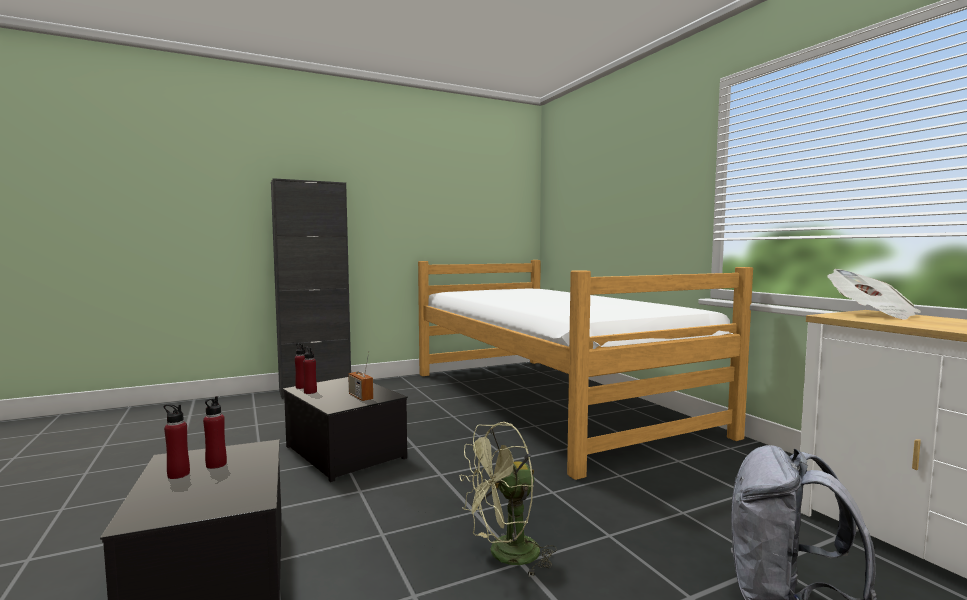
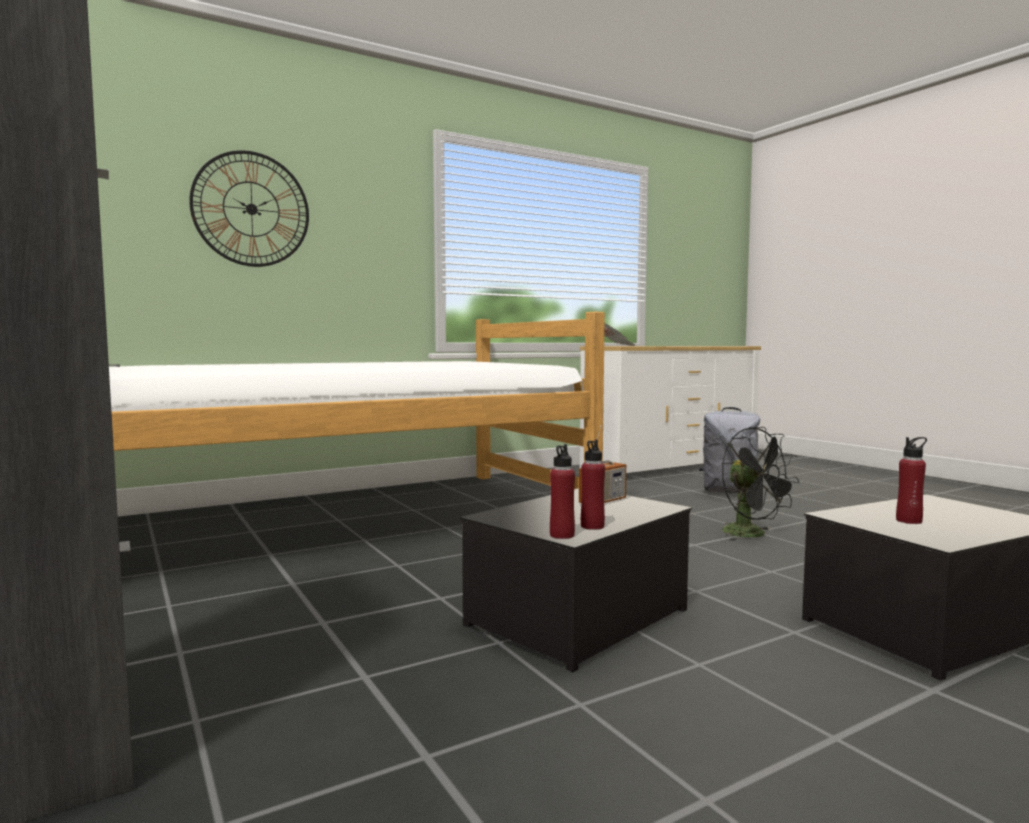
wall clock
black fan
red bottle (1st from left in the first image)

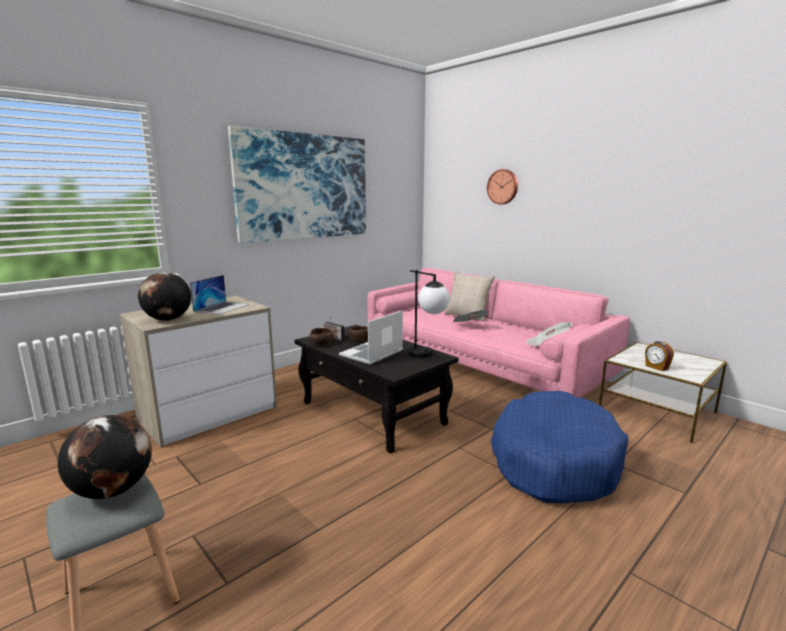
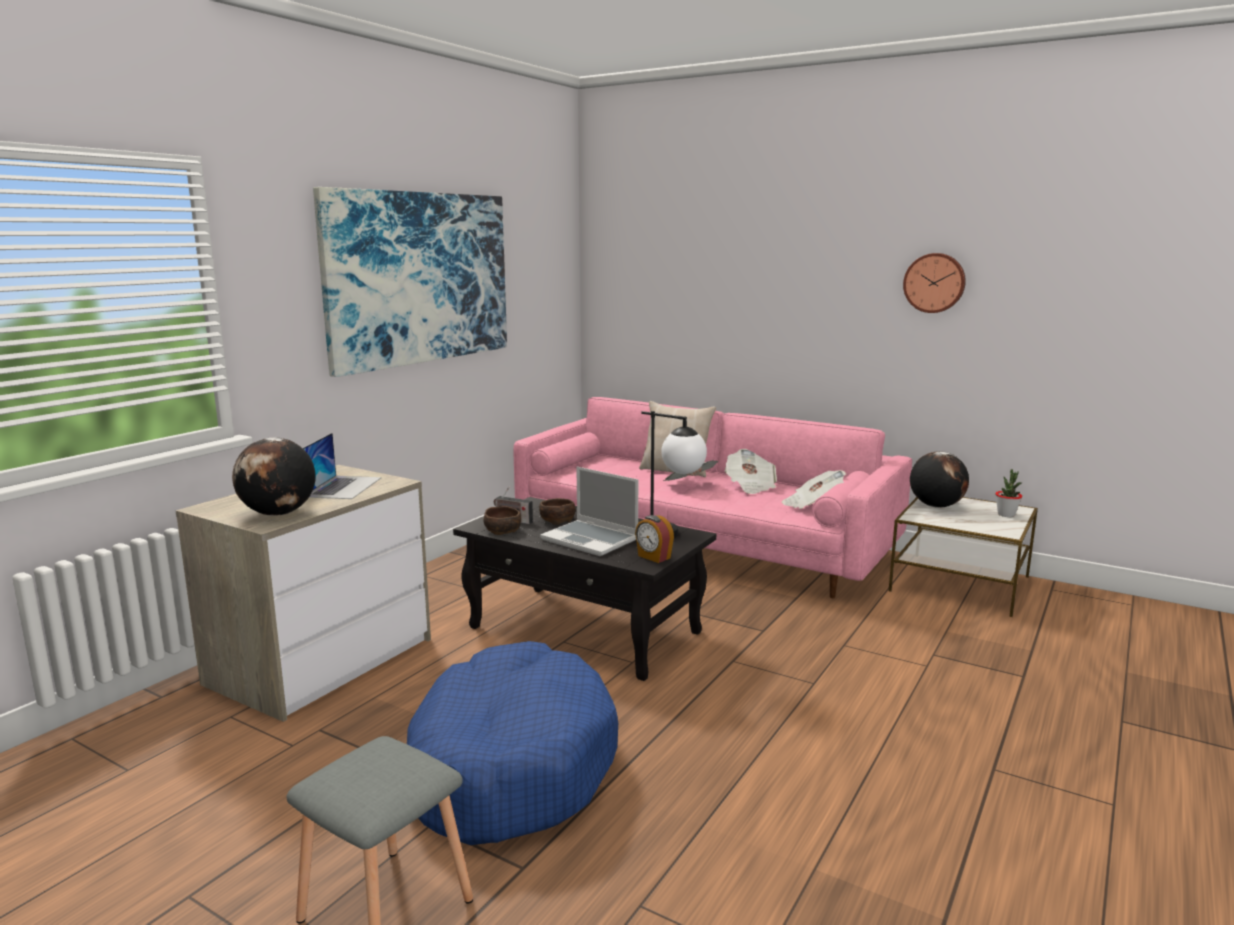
blue dog bed
laptop (2nd from left)
alarm clock
newspaper (2nd from left)
wall clock
globe (2nd from left)
potted plant

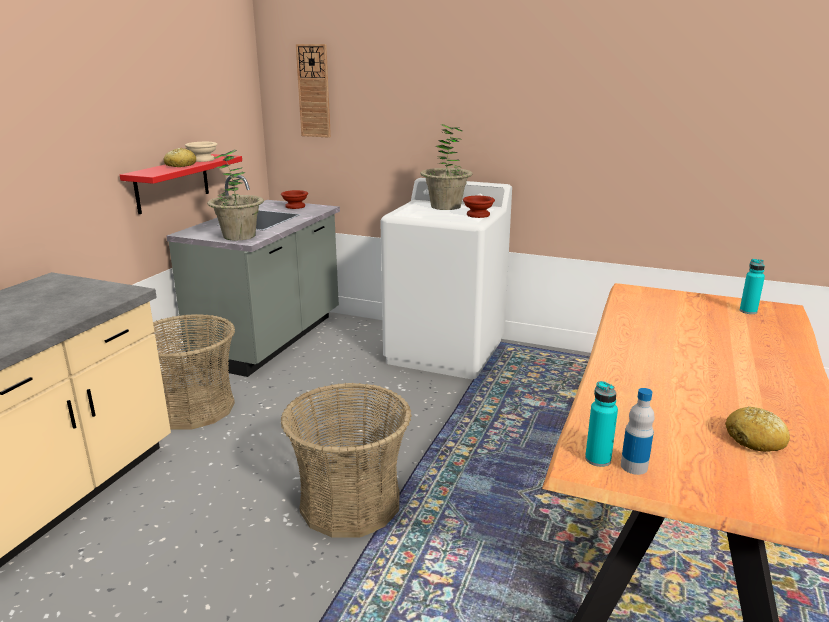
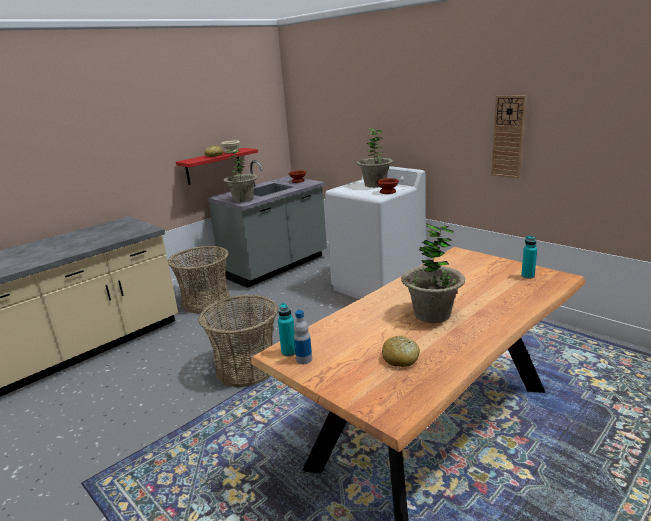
potted plant (3rd from left)
wall clock

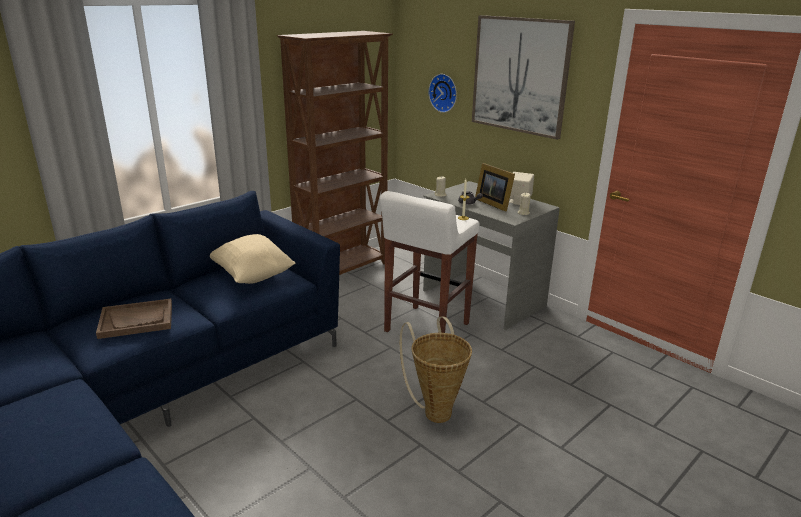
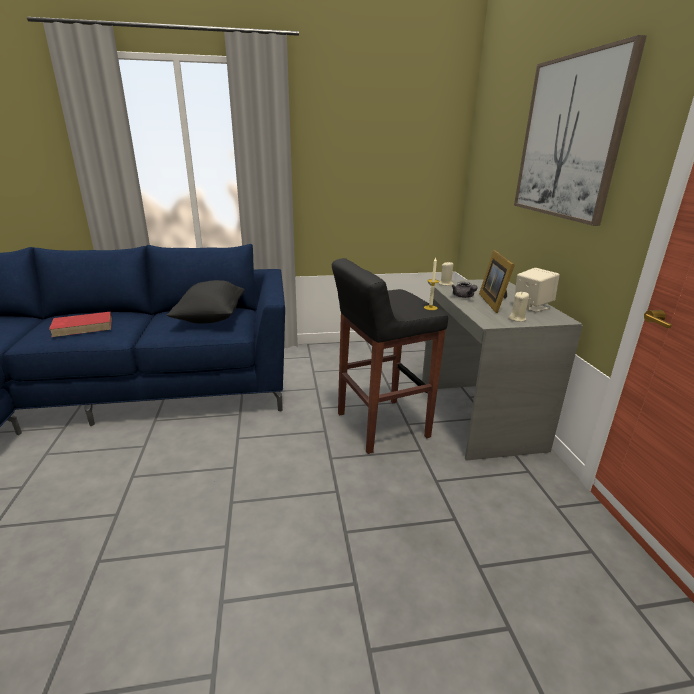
red book
black pillow
black stool
brown bookcase
basket
wall clock

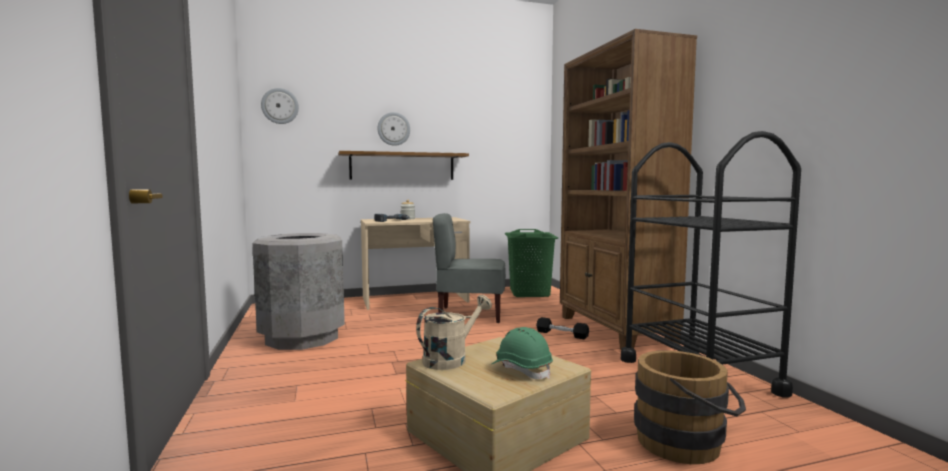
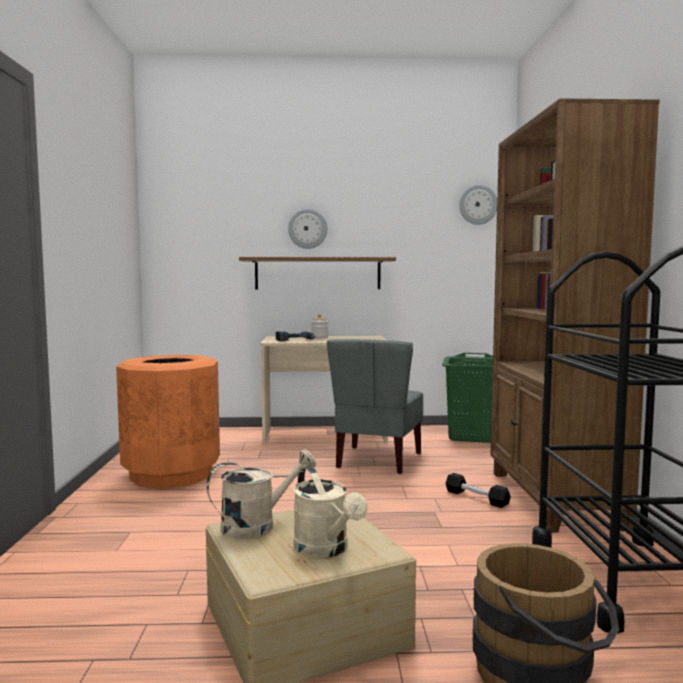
orange trash can
beige watering can (2nd from left)
grey chair
wall clock (2nd from left)

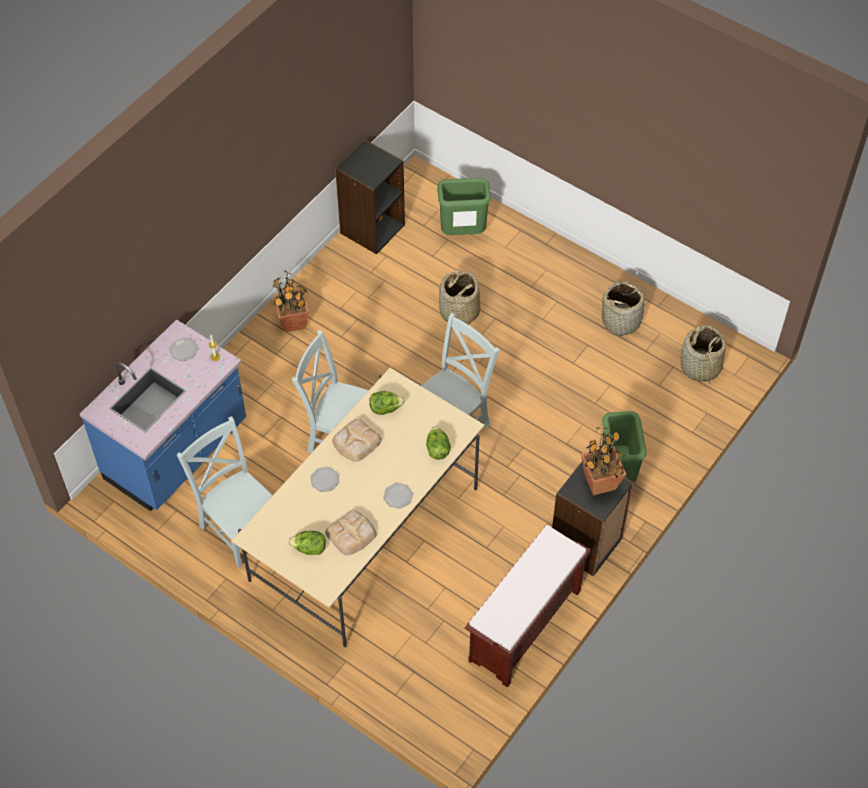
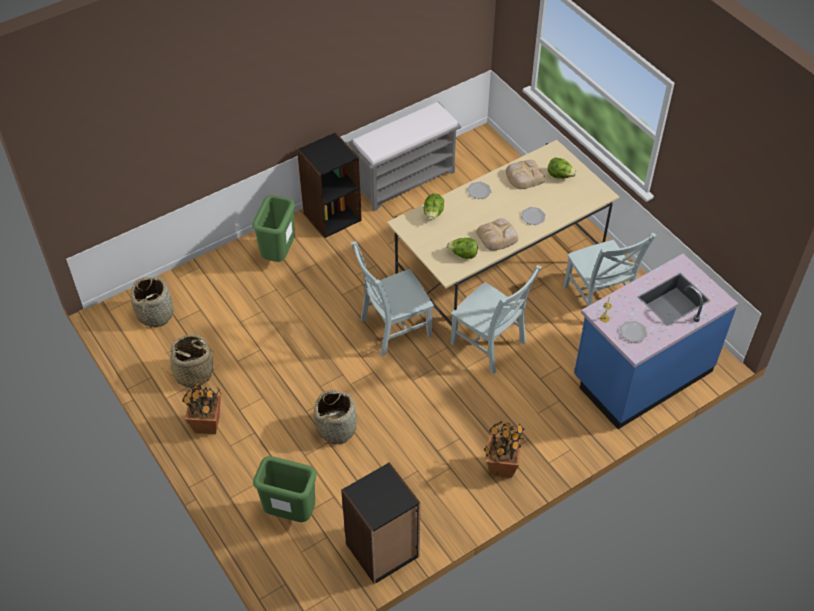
potted plant (1st from left)
grey bench

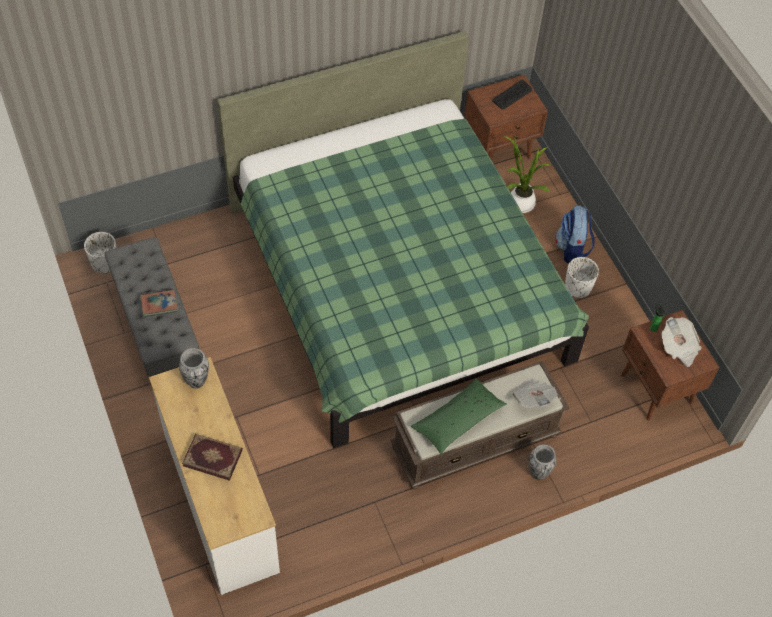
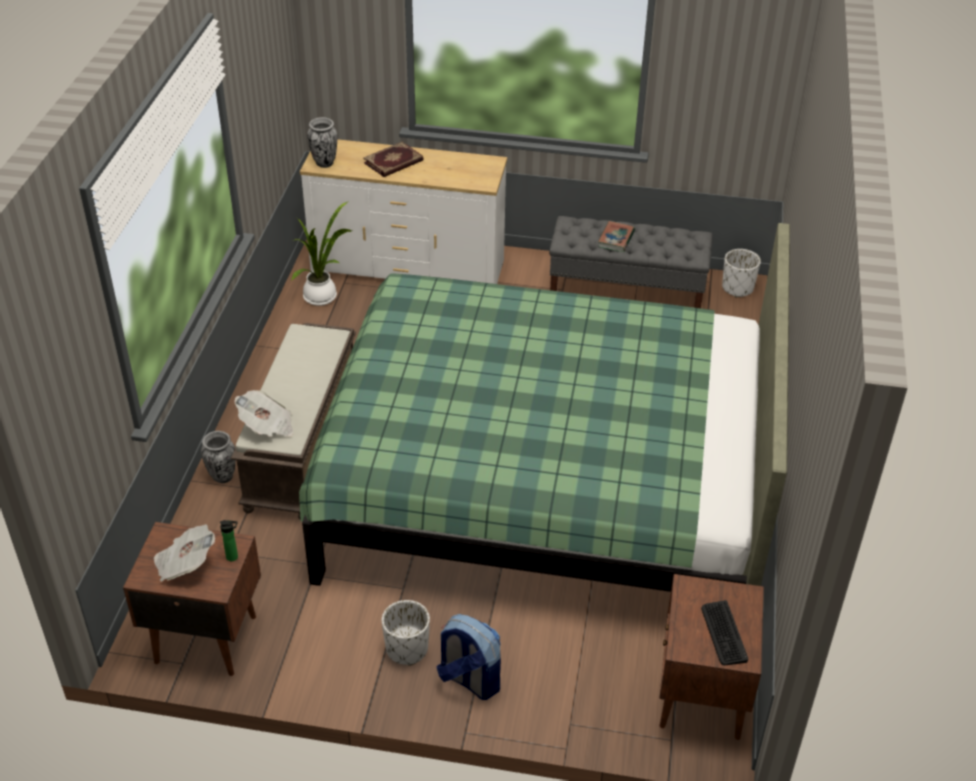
potted plant
vase (2nd from left)
green pillow

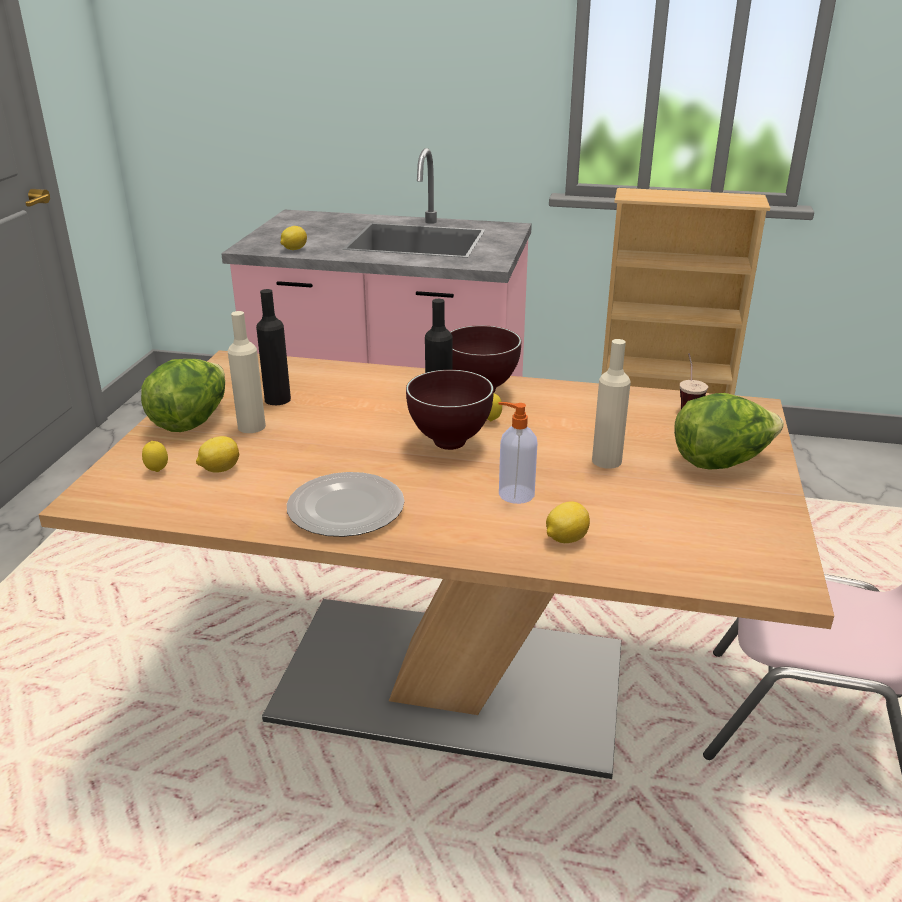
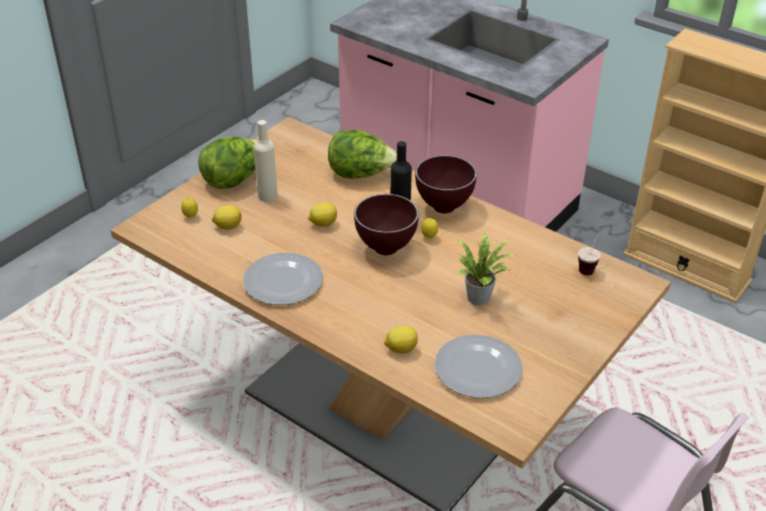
lemon (3rd from left)
lettuce (2nd from left)
plate (2nd from left)
potted plant
black bottle (1st from left in the first image)
soap dispenser

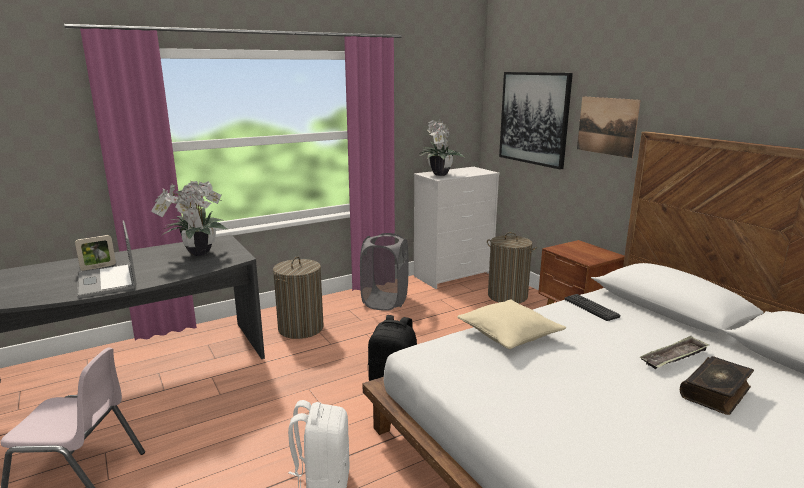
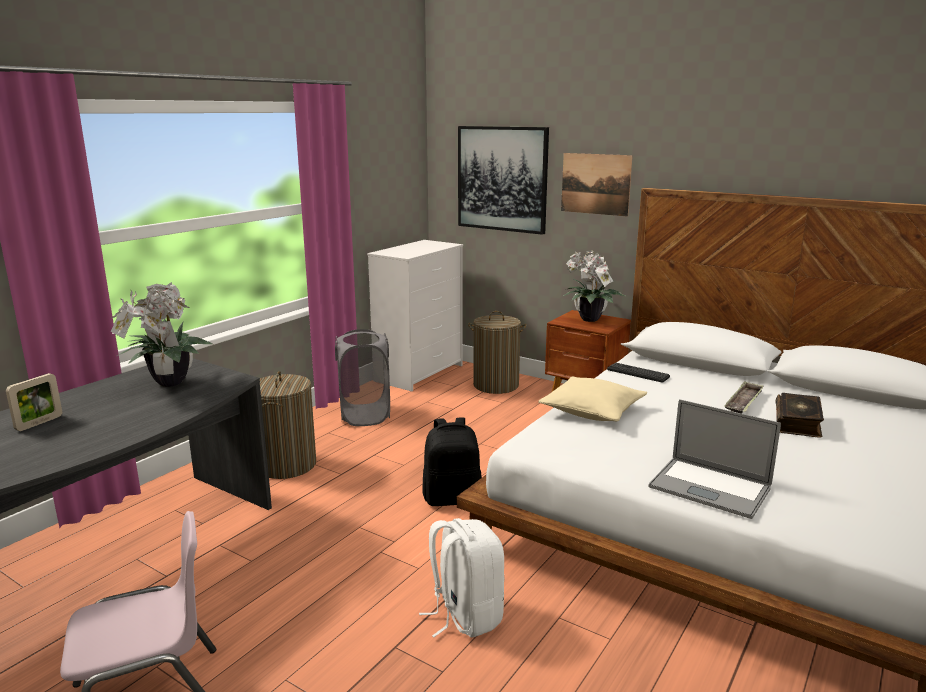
potted plant (2nd from left)
laptop

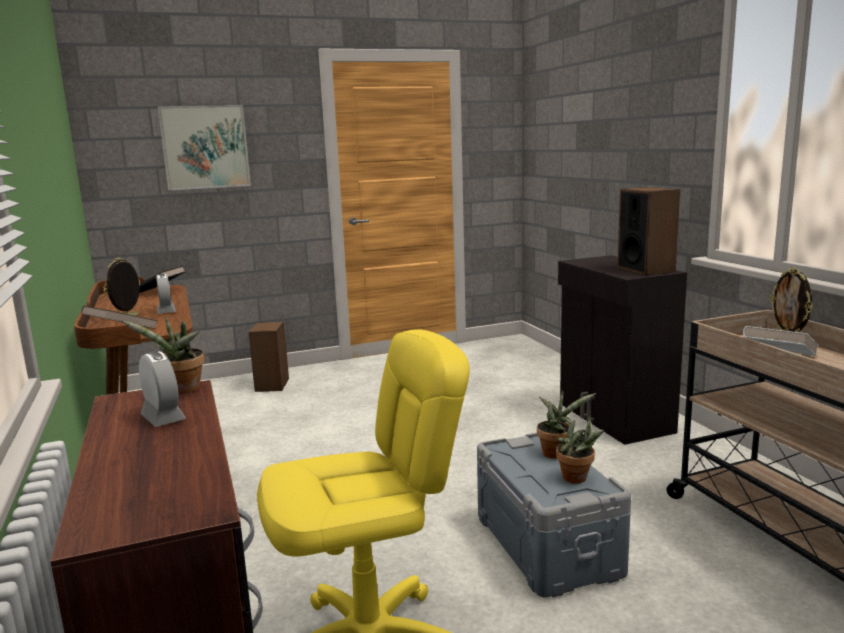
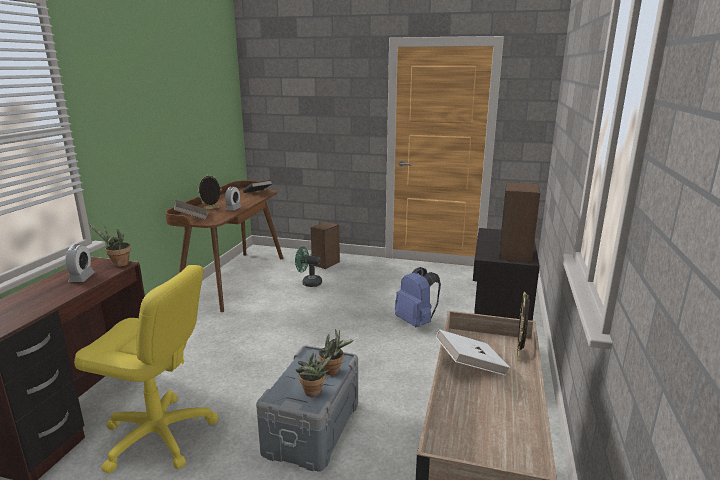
green fan
blue backpack
picture

